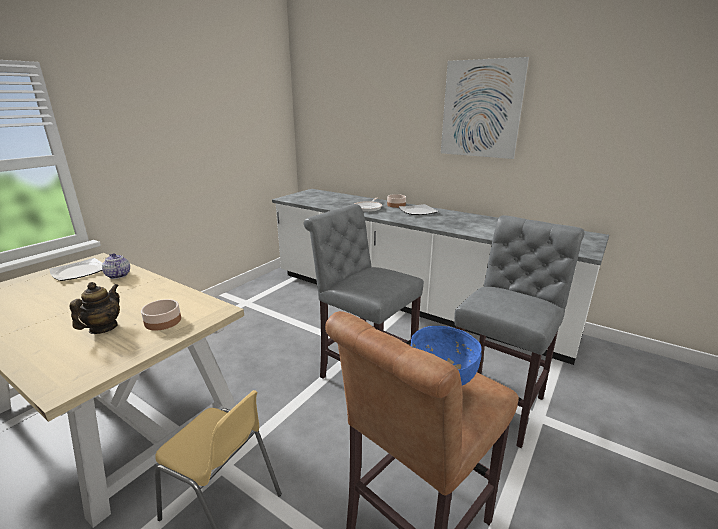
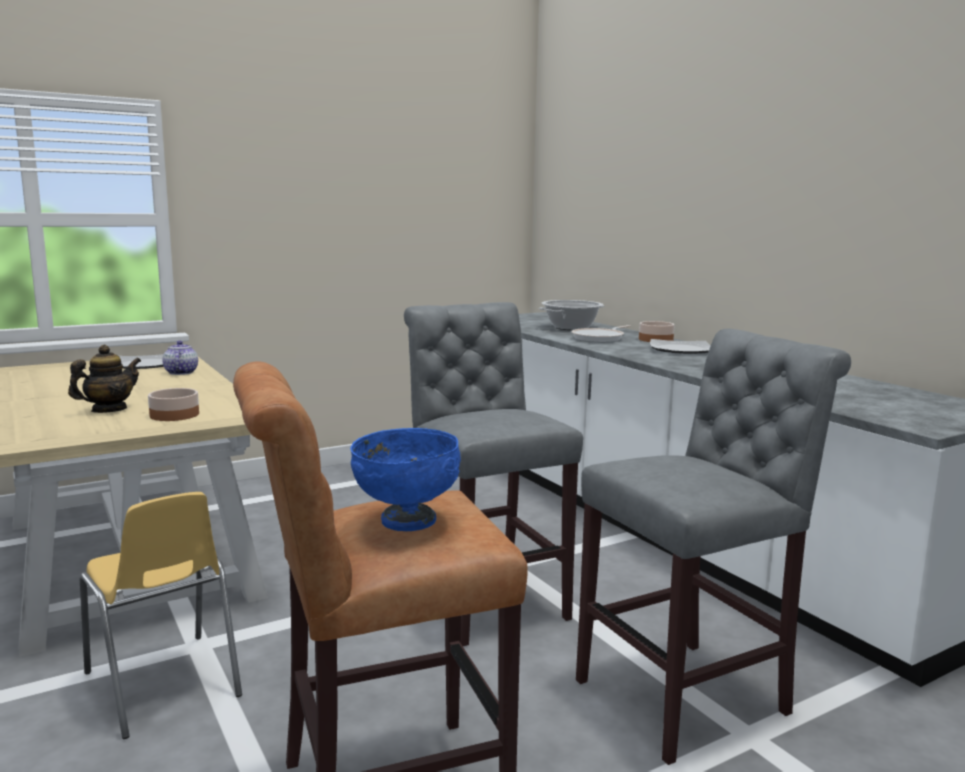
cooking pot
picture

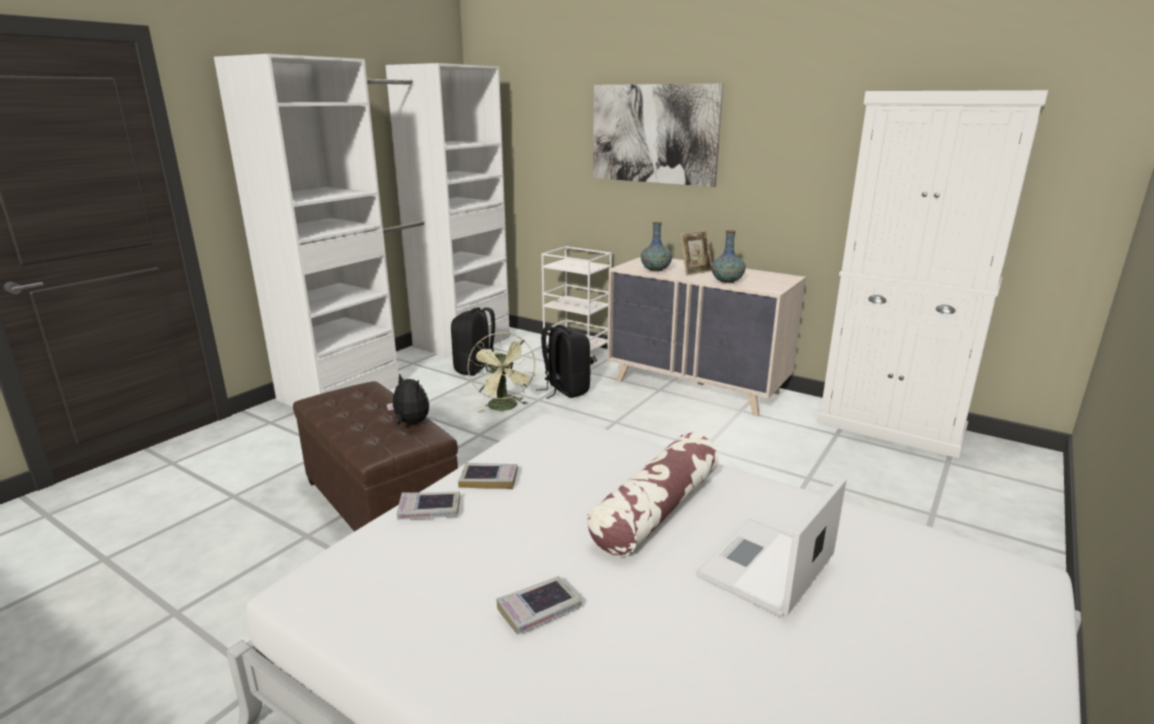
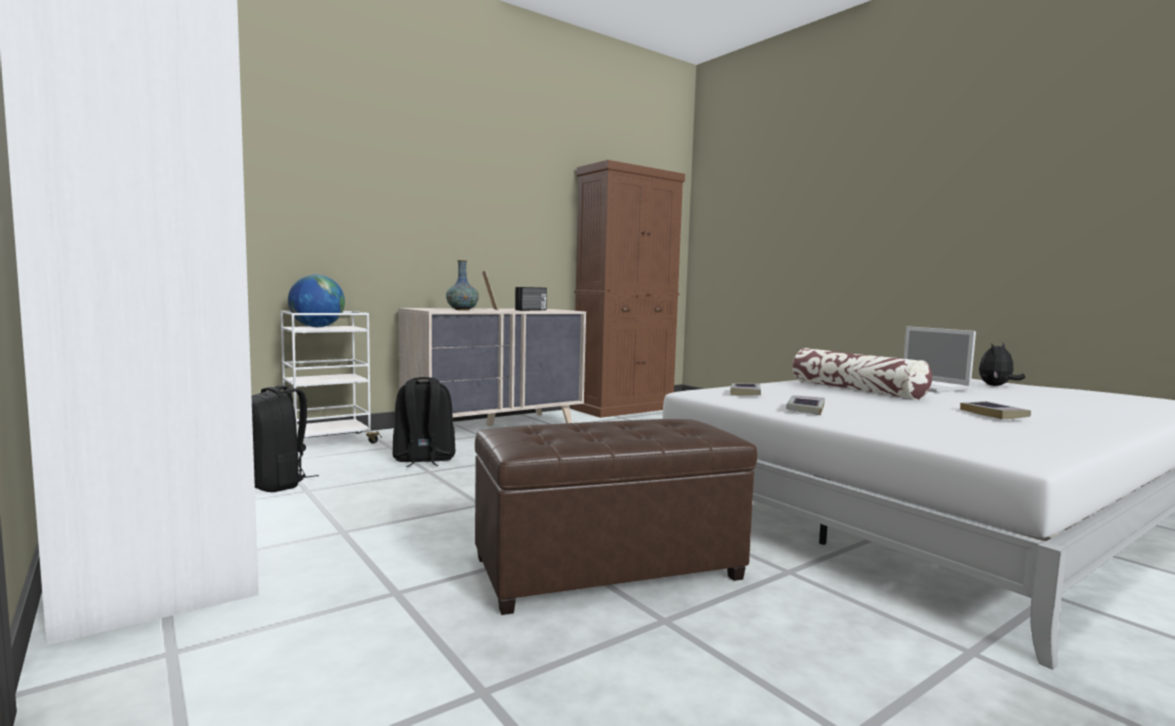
globe
radio
brown cabinet
book (1st from left)
plush toy
green fan
picture

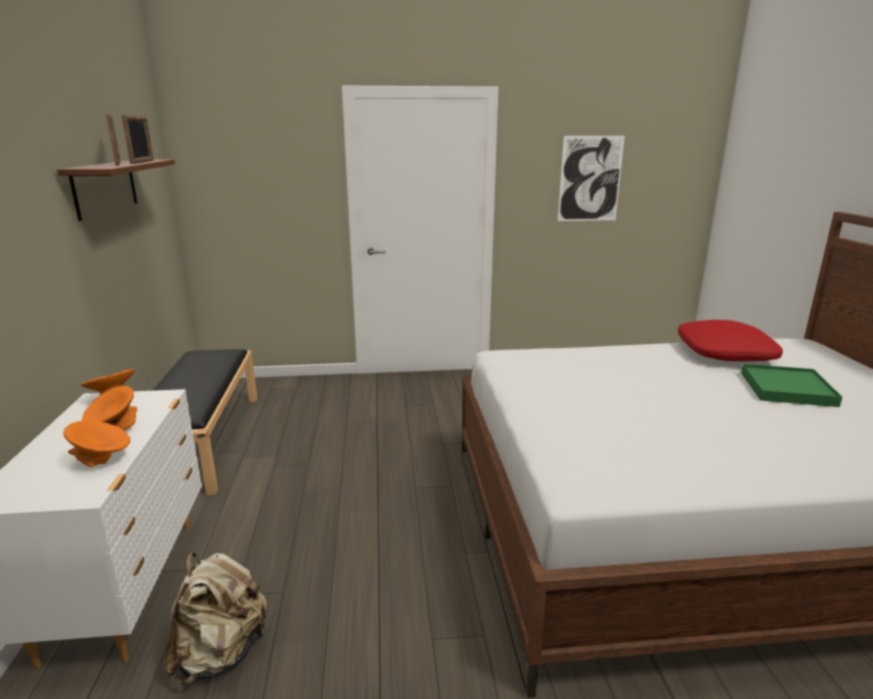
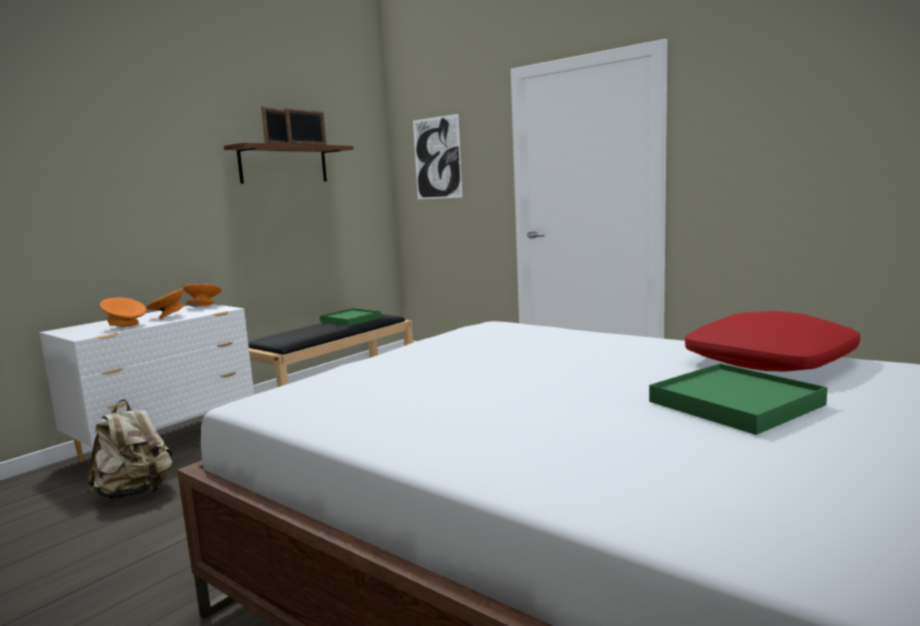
green tray (1st from left)
picture

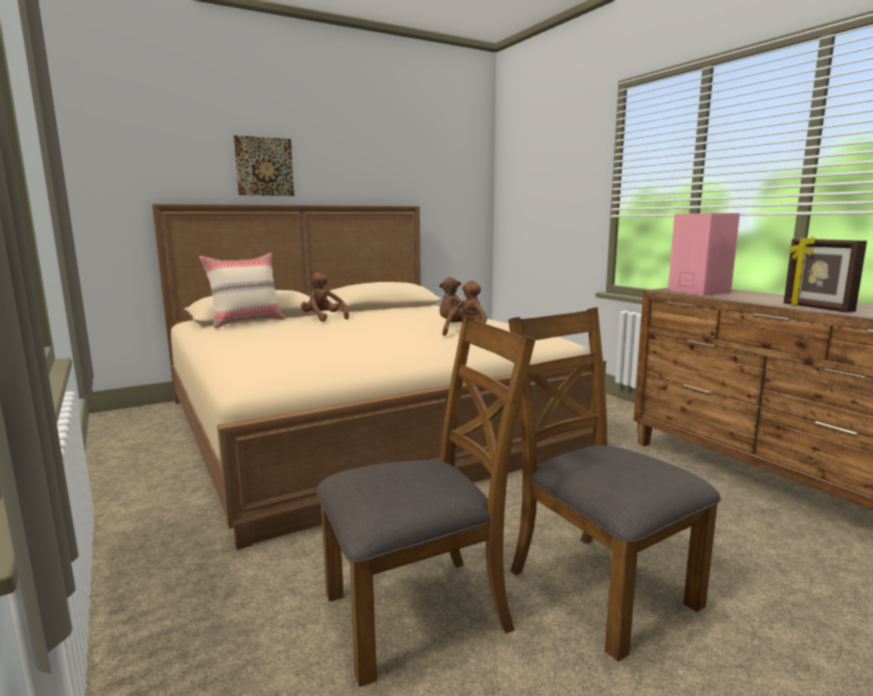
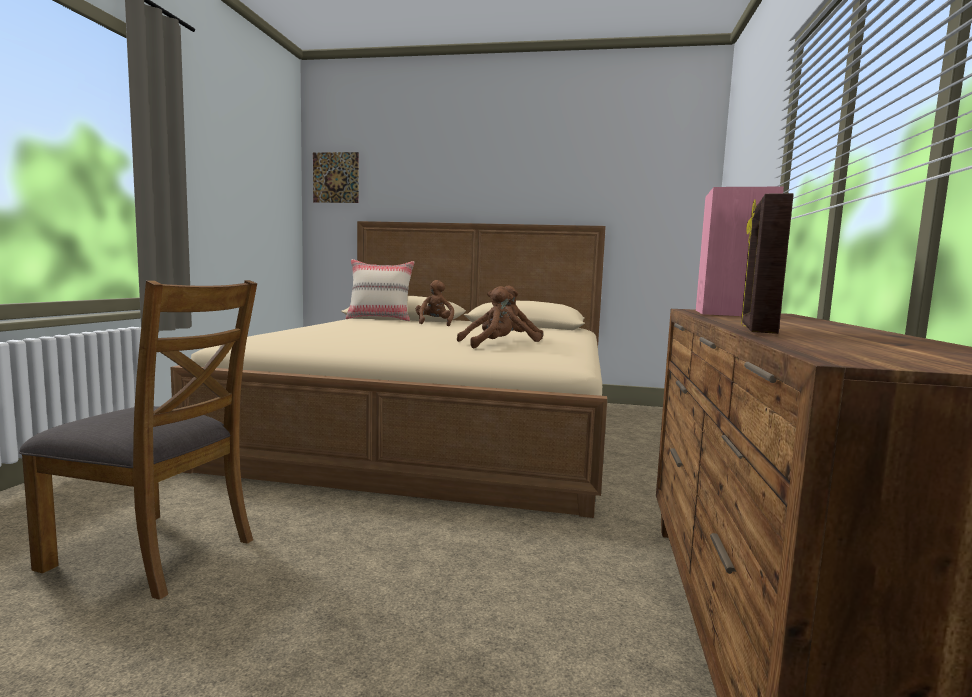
picture
brown chair (2nd from left in the first image)

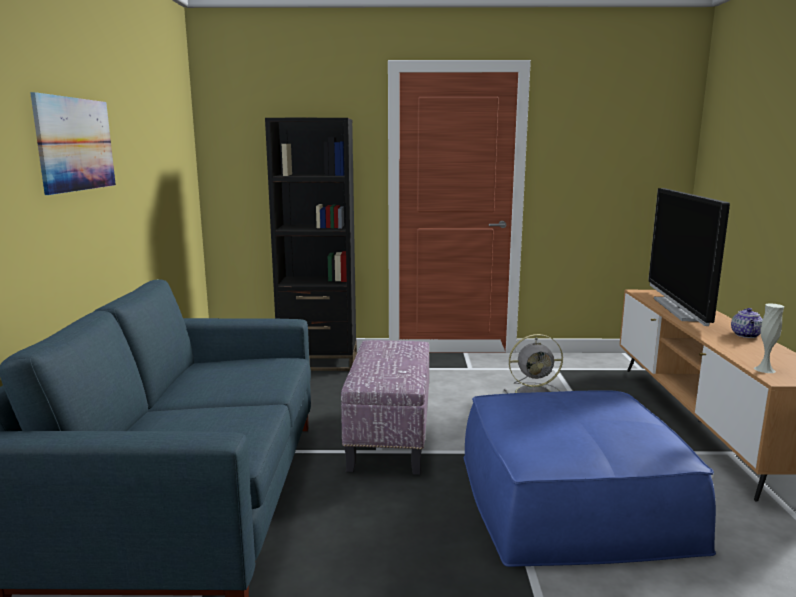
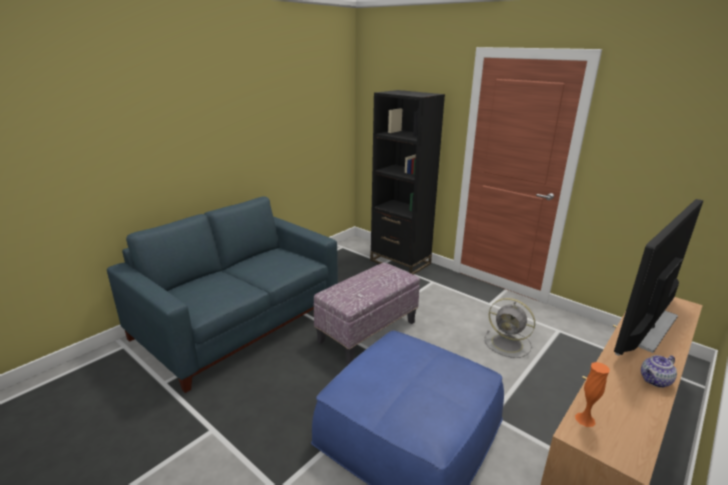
orange vase
picture

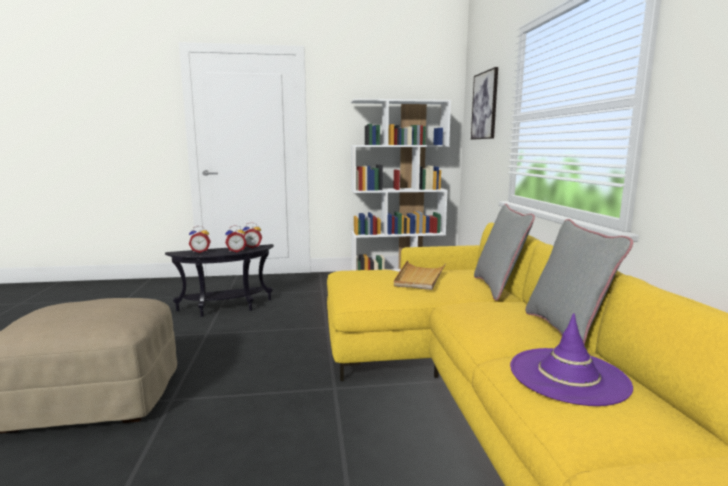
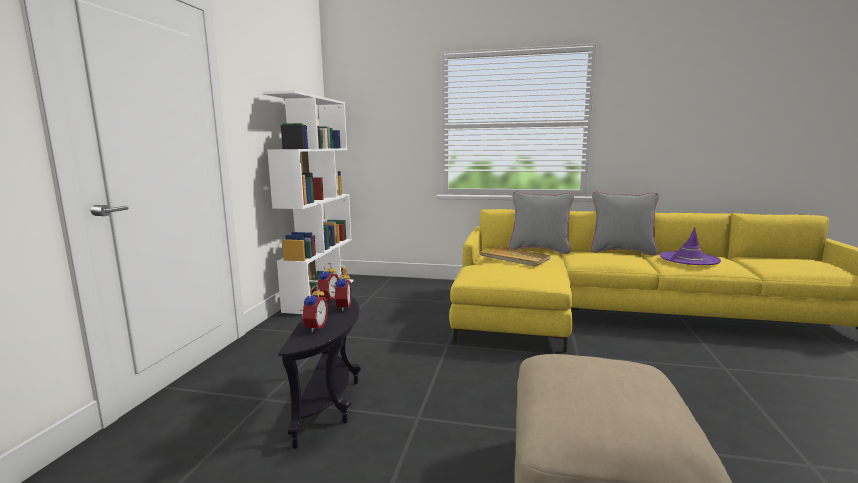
picture

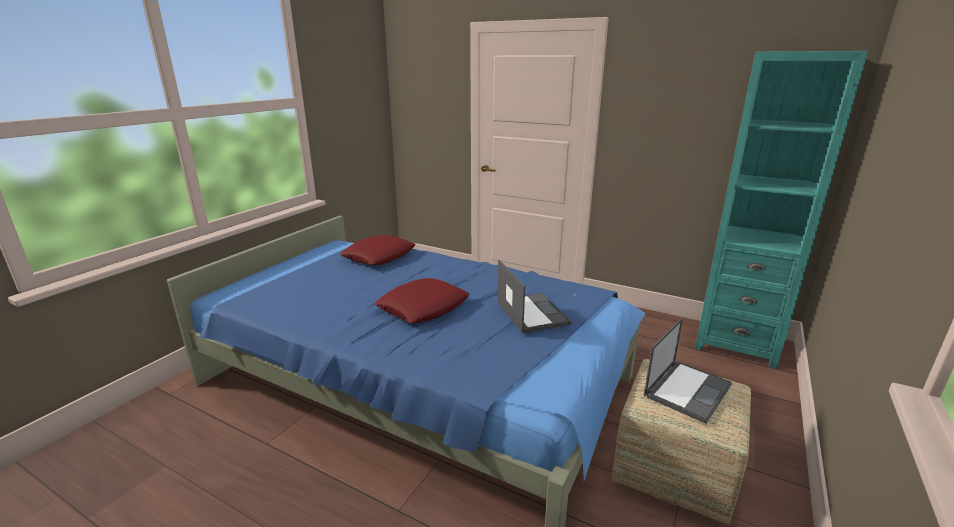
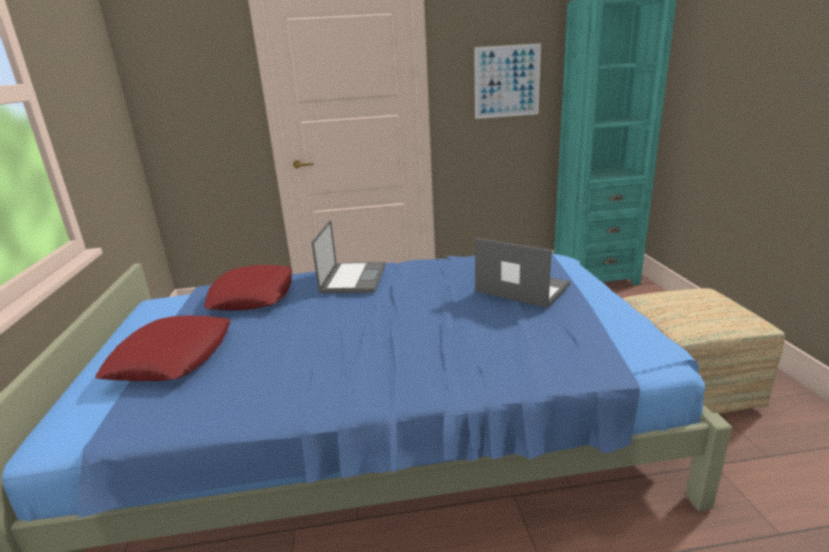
red pillow (1st from left)
laptop (1st from left)
picture

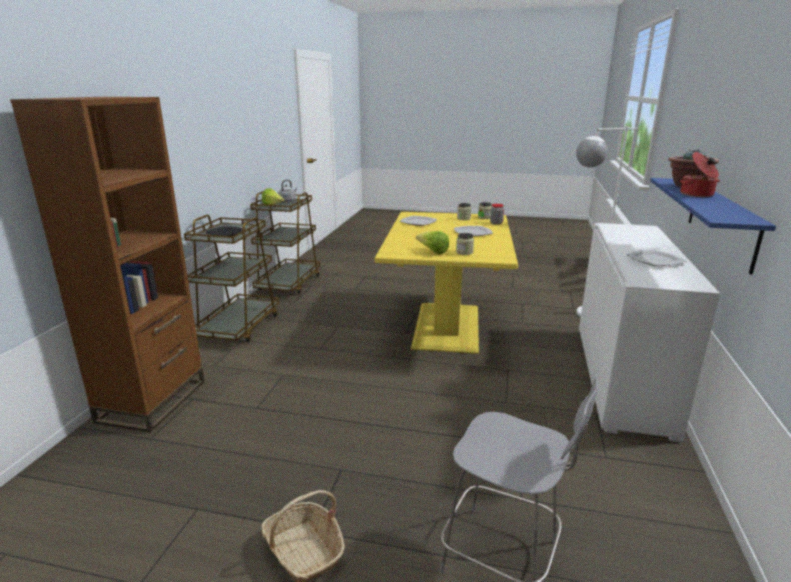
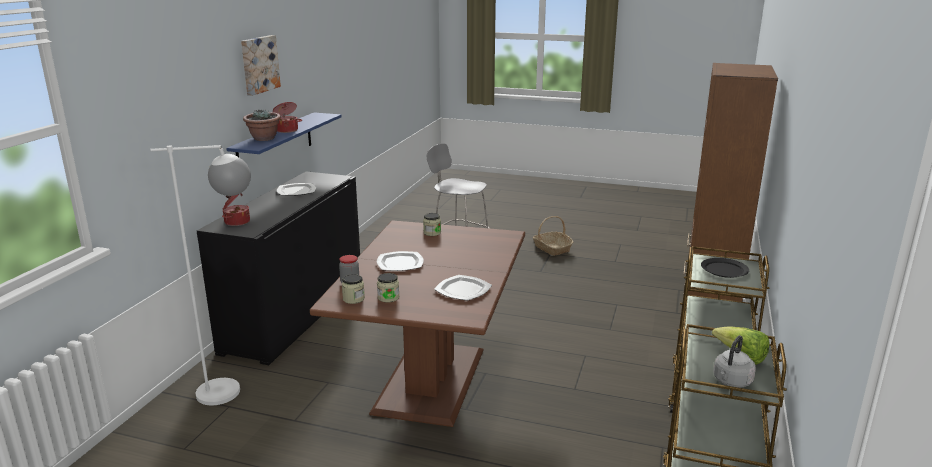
black cabinet
cooking pot (1st from left)
picture
brown dining table
lettuce (2nd from left in the first image)

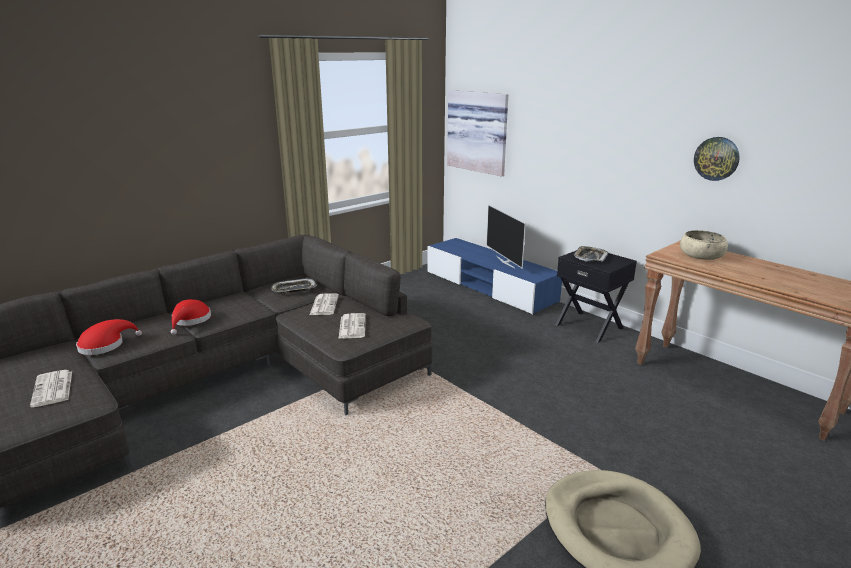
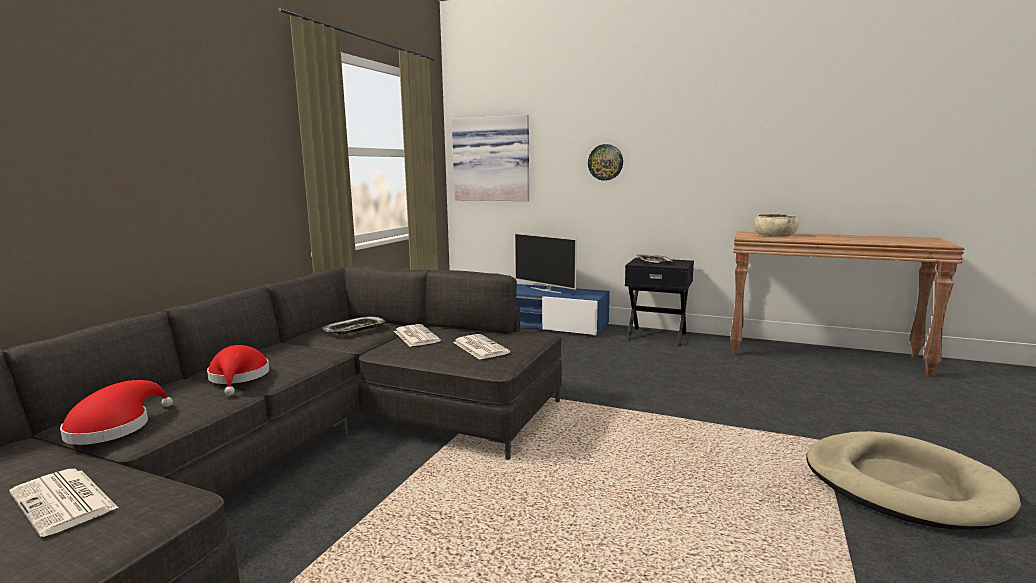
wall clock

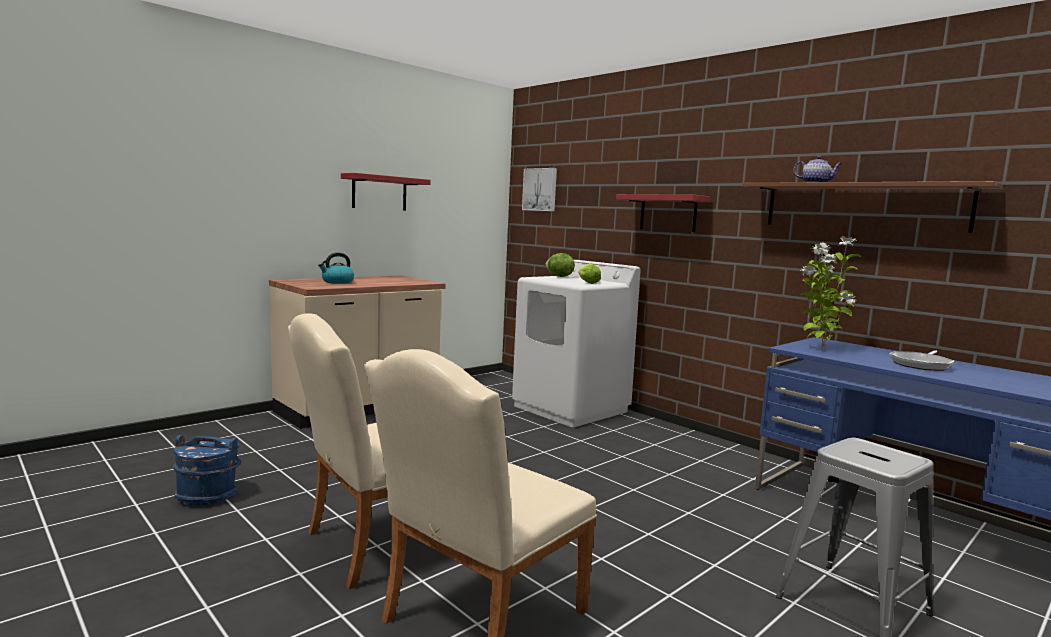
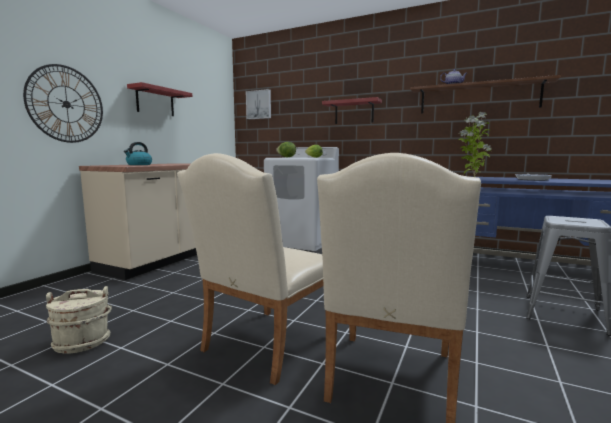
wall clock
beige bucket

